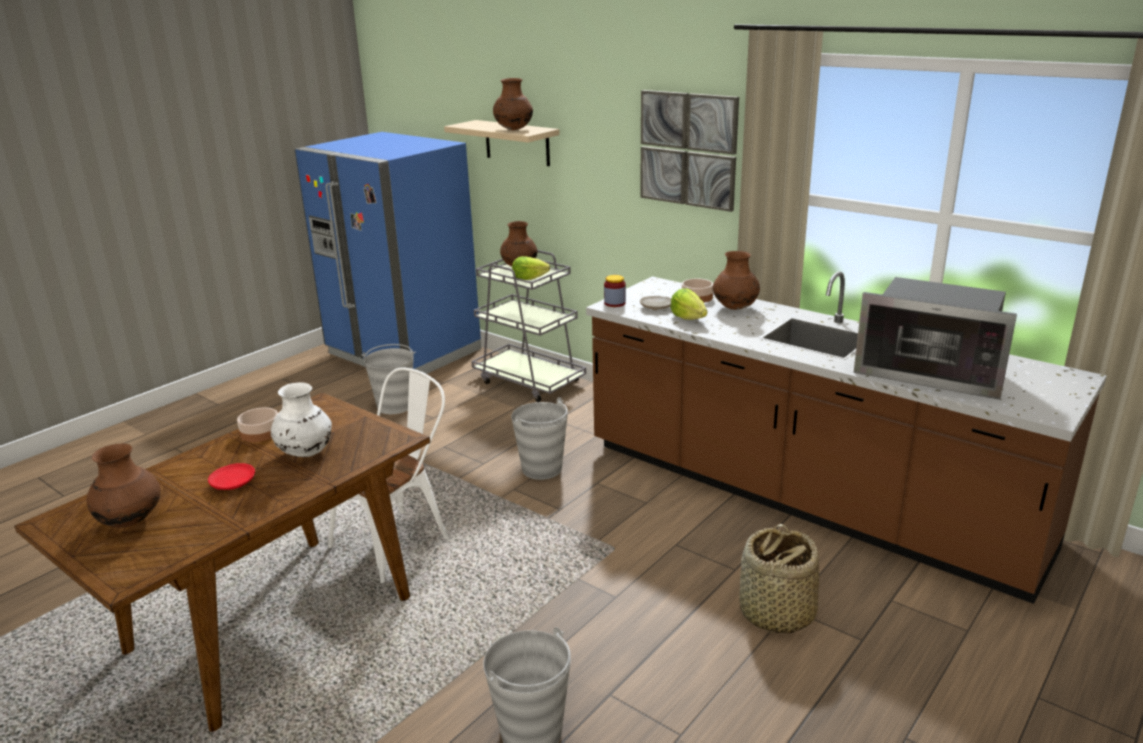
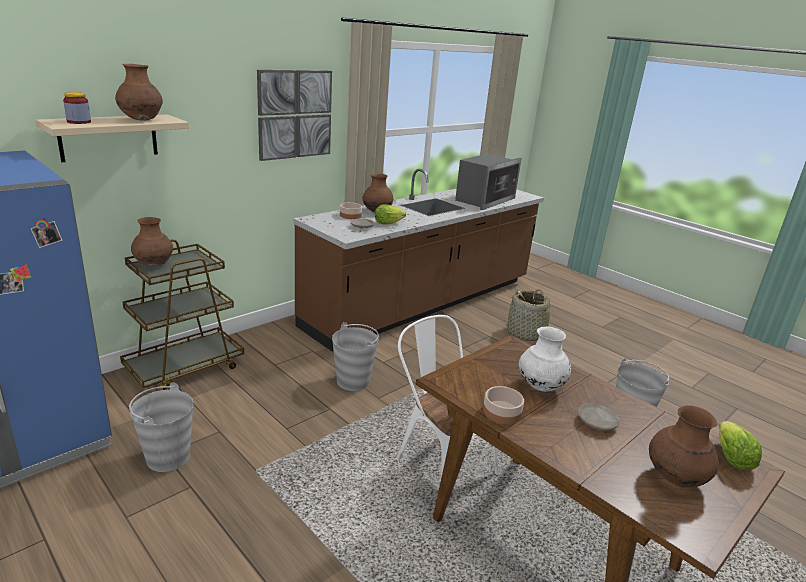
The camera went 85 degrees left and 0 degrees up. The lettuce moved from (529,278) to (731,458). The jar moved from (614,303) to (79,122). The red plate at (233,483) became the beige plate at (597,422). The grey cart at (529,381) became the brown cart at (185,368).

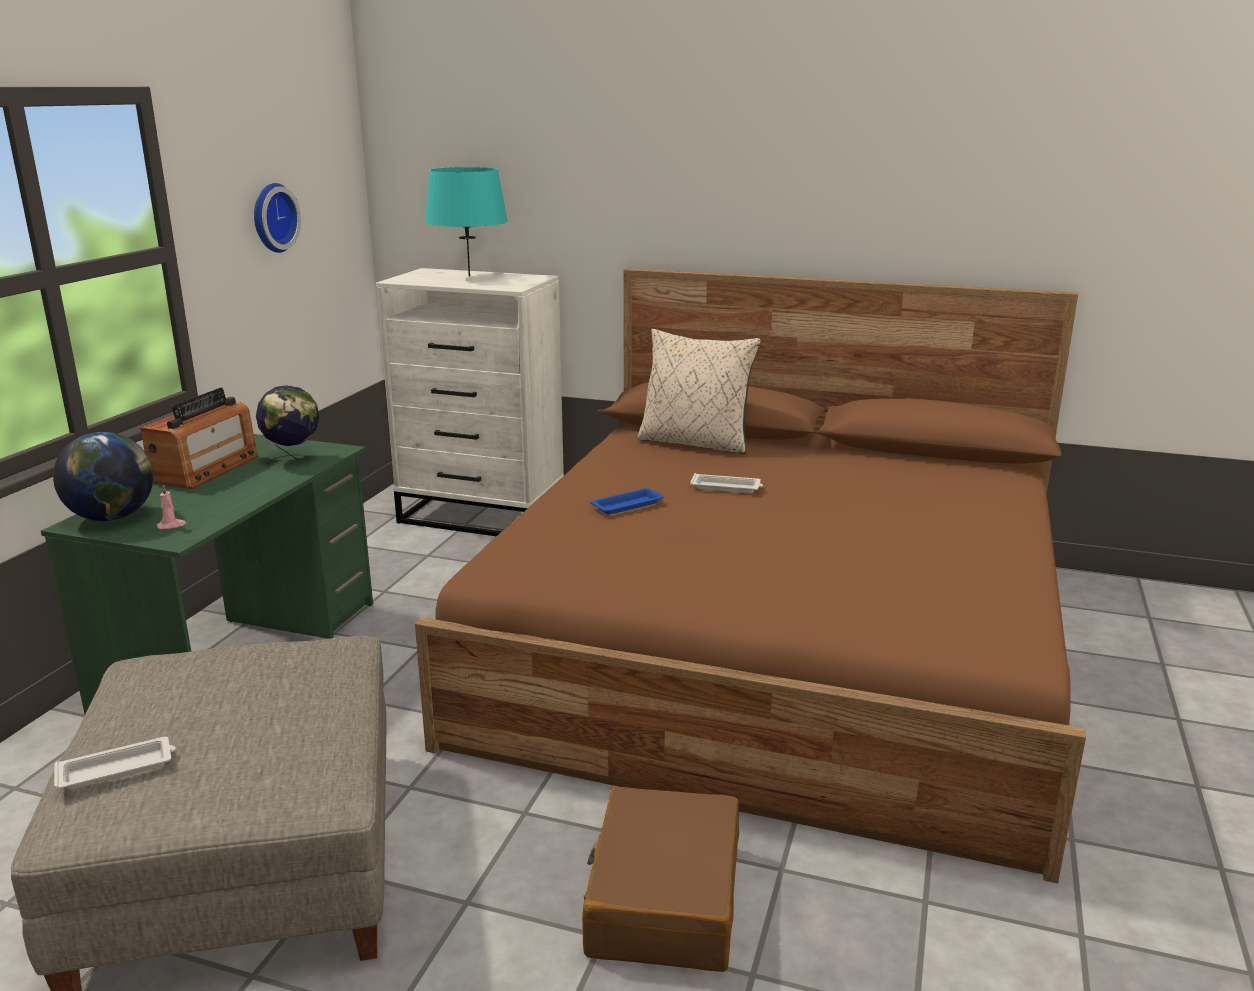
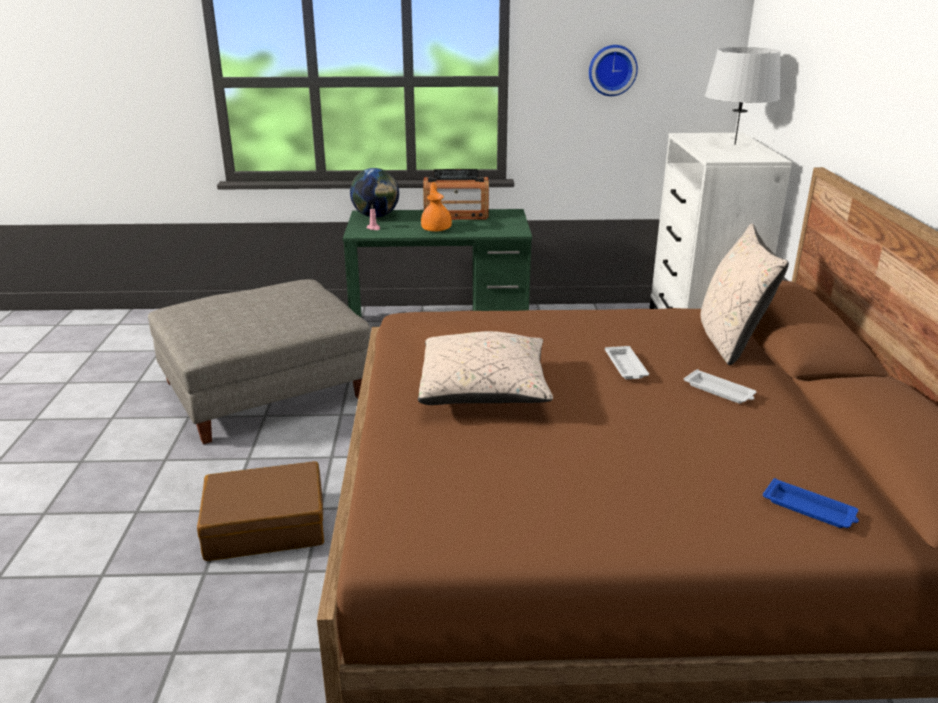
The camera went 70 degrees right and 5 degrees up. The globe at (293,460) disappeared. The beige pillow at (484,391) appeared. The orange teapot at (436,228) appeared. The white tray moved from (117,769) to (720,391). The blue tray moved from (628,505) to (810,509). The turquoise table lamp at (469,276) became the grey table lamp at (734,144).

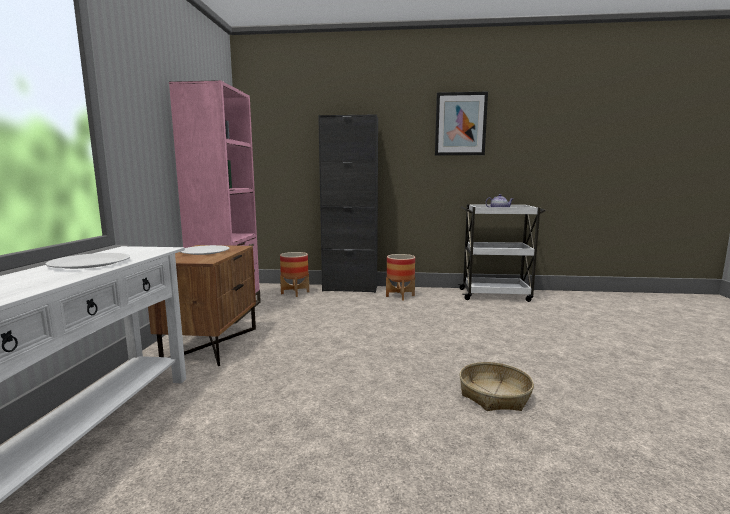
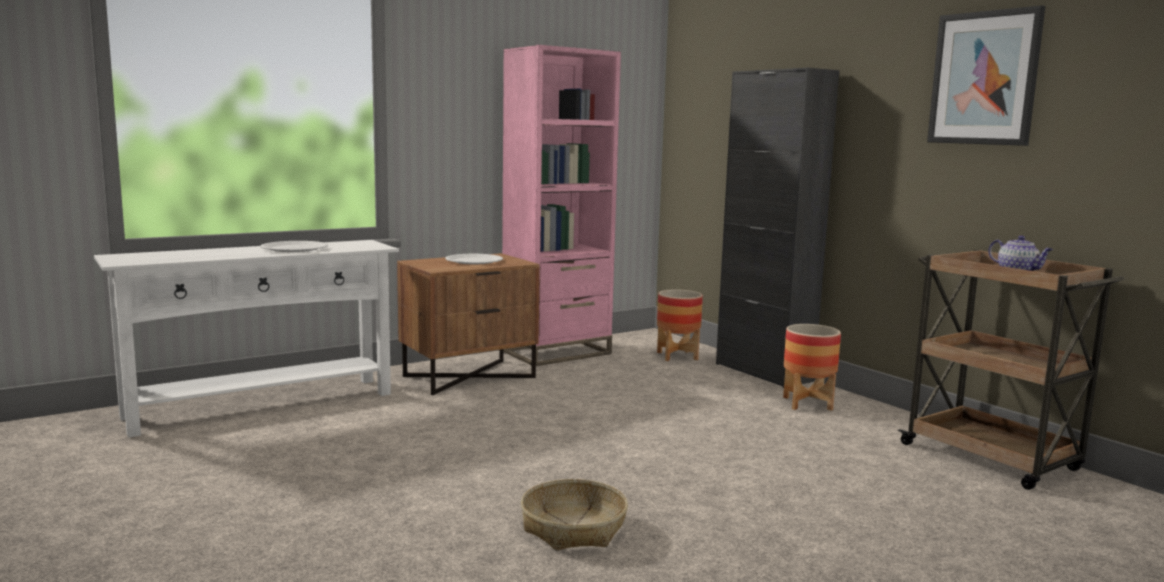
The camera went 50 degrees right and 0 degrees up. The white cart at (496,295) became the brown cart at (992,458).

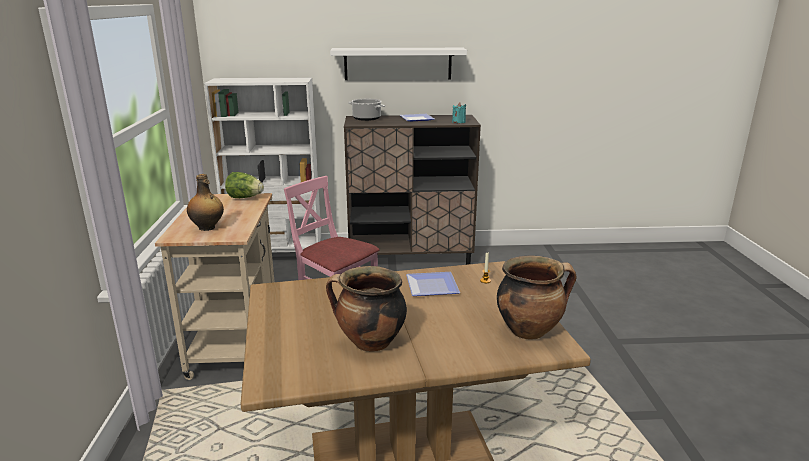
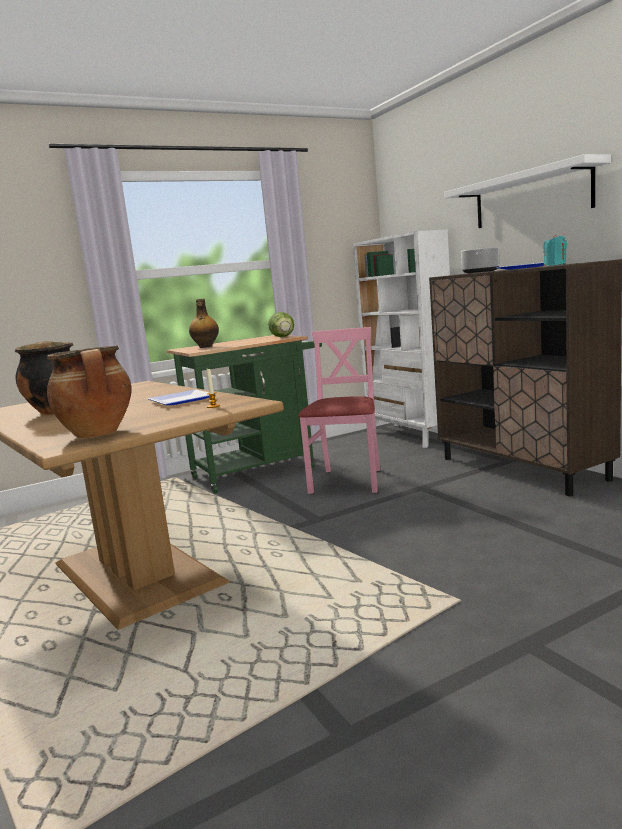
The camera went 65 degrees right and 10 degrees down. The beige cart at (237,339) became the green cart at (260,470).

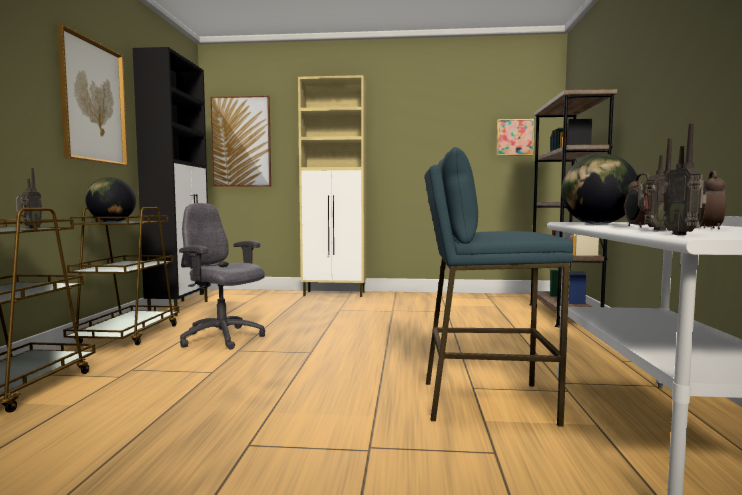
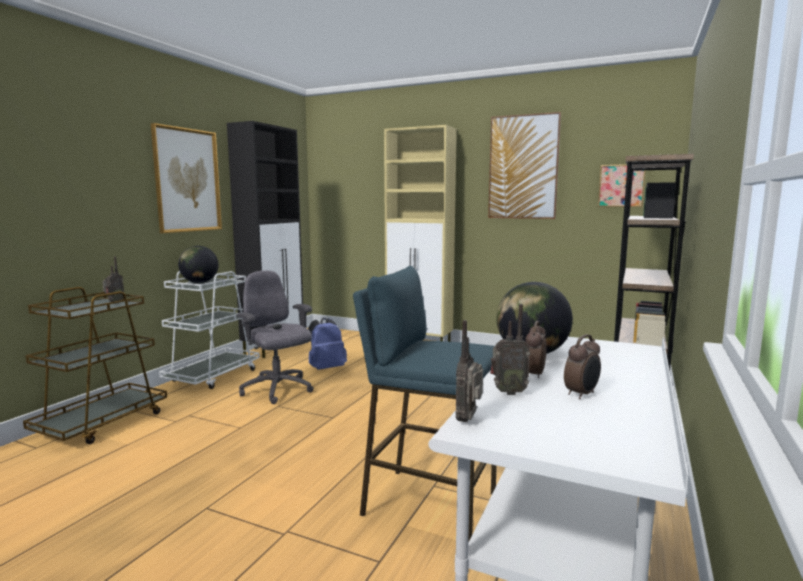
The camera went 20 degrees right and 5 degrees up. The blue backpack at (326,368) appeared. The picture moved from (241,142) to (523,167). The brown cart at (128,335) became the white cart at (213,376).

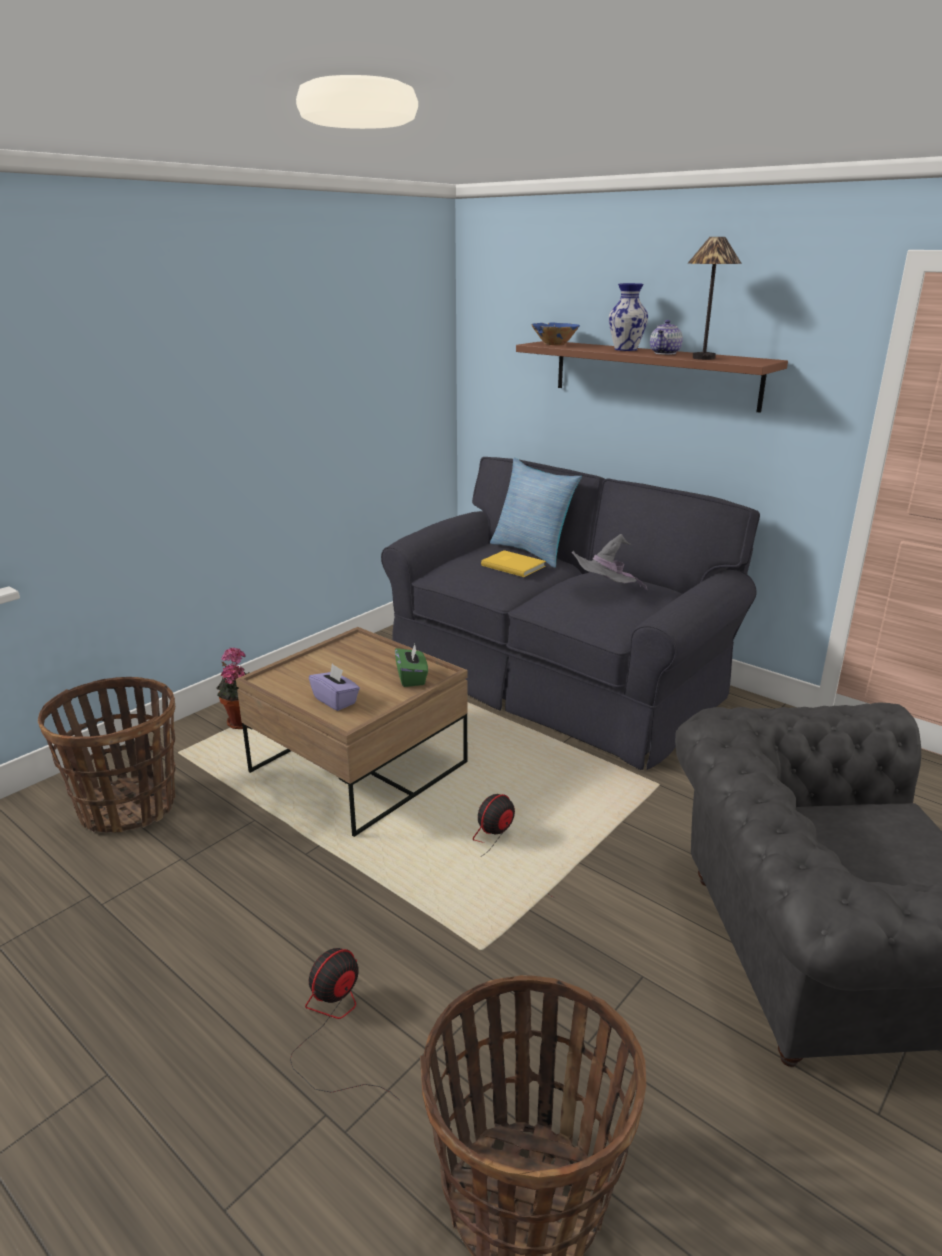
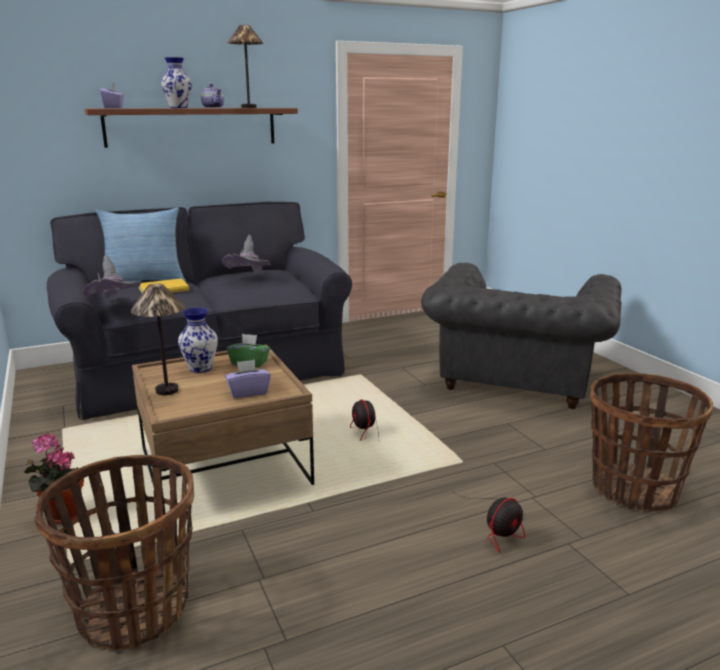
The camera went 65 degrees left and 5 degrees down. The grey hat at (114,308) appeared. The table lamp at (167,390) appeared. The vase at (201,368) appeared. The blue bowl at (554,344) was replaced by the purple tissue box at (114,108). The fan at (335,1026) turned 105 degrees counterclockwise.

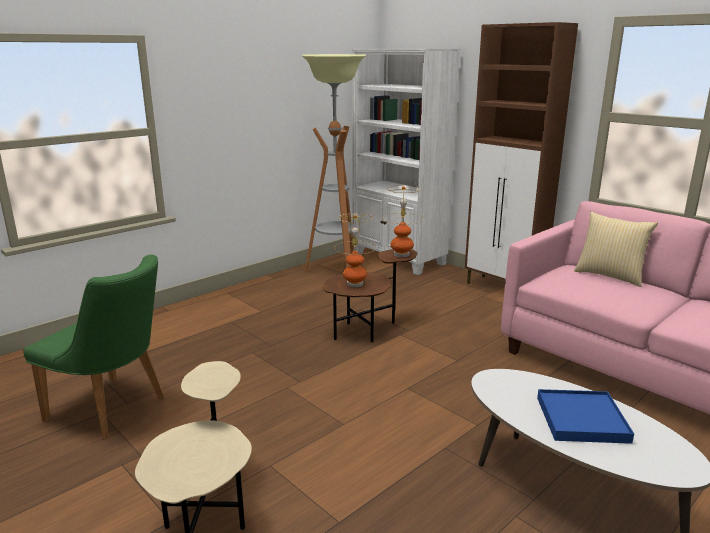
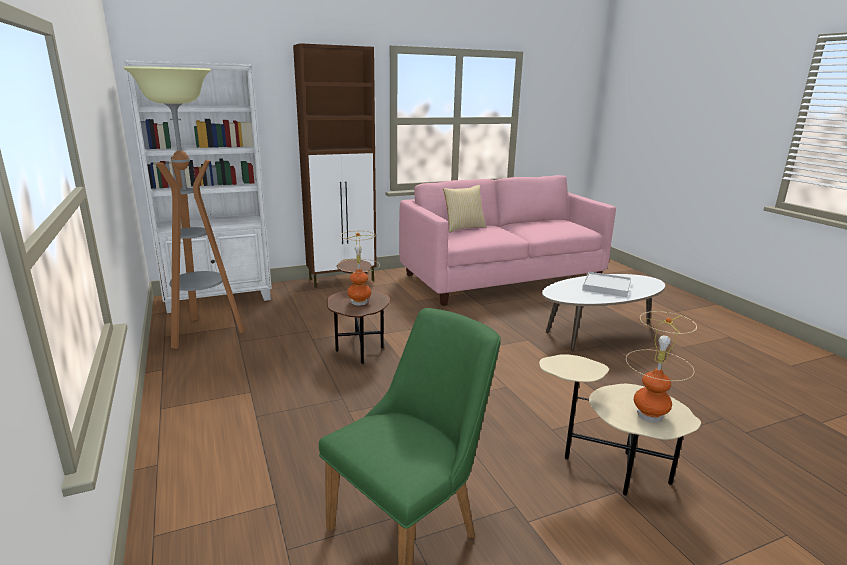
The camera went 70 degrees left and 0 degrees up. The table lamp moved from (402,254) to (650,415). The blue tray at (581,419) became the white tray at (606,287).

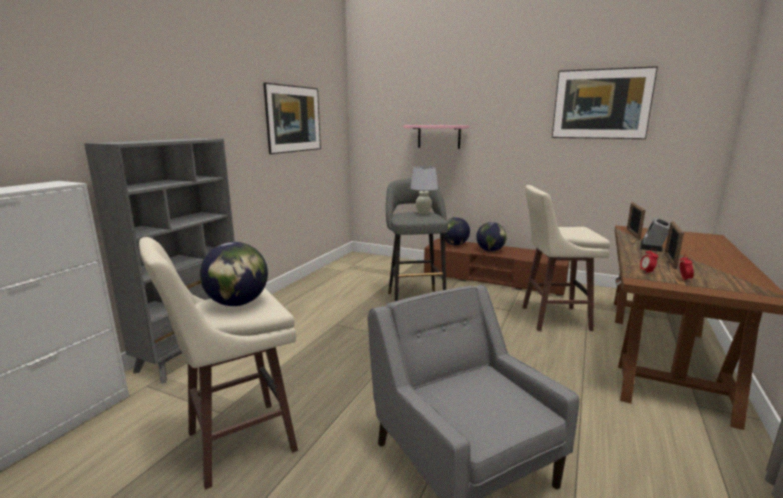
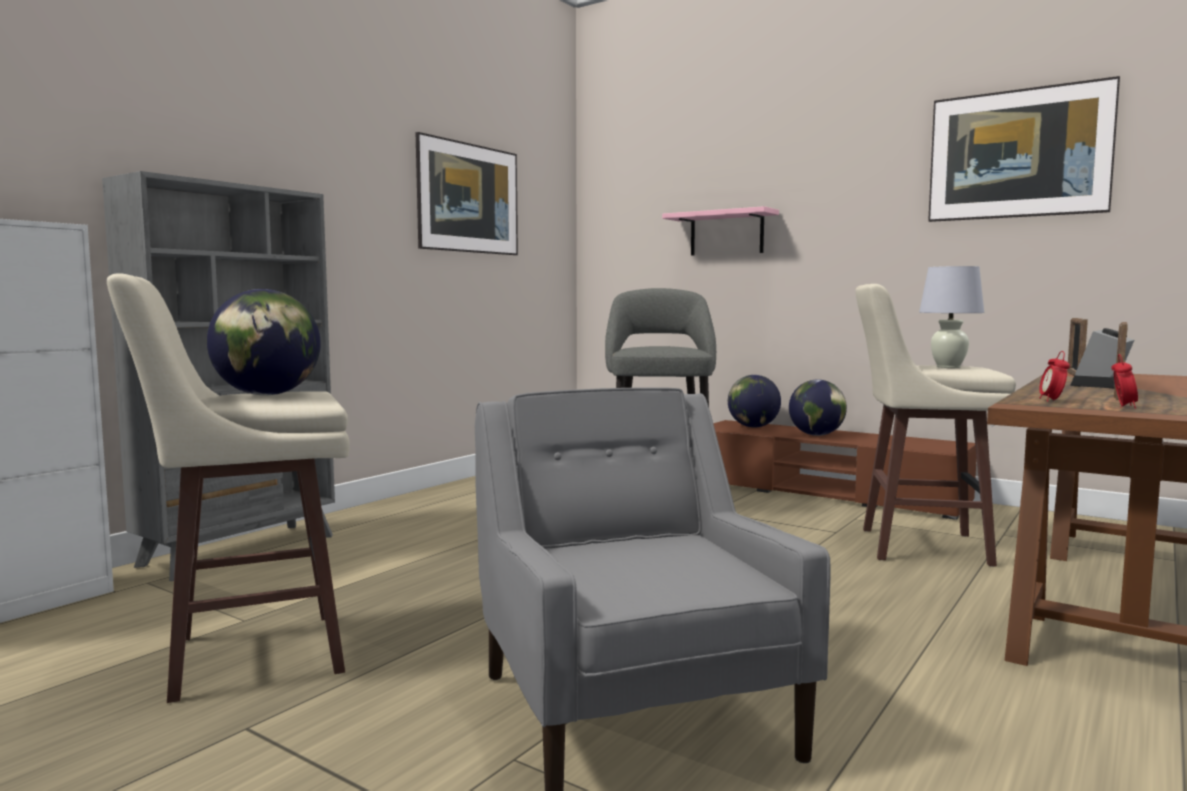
The camera went 10 degrees right and 10 degrees down. The white table lamp moved from (423,213) to (948,367).

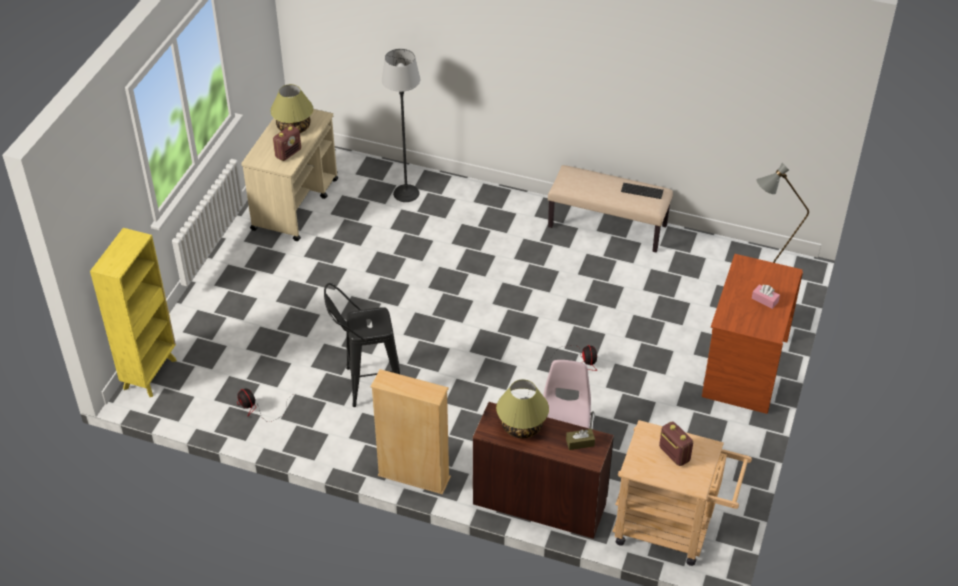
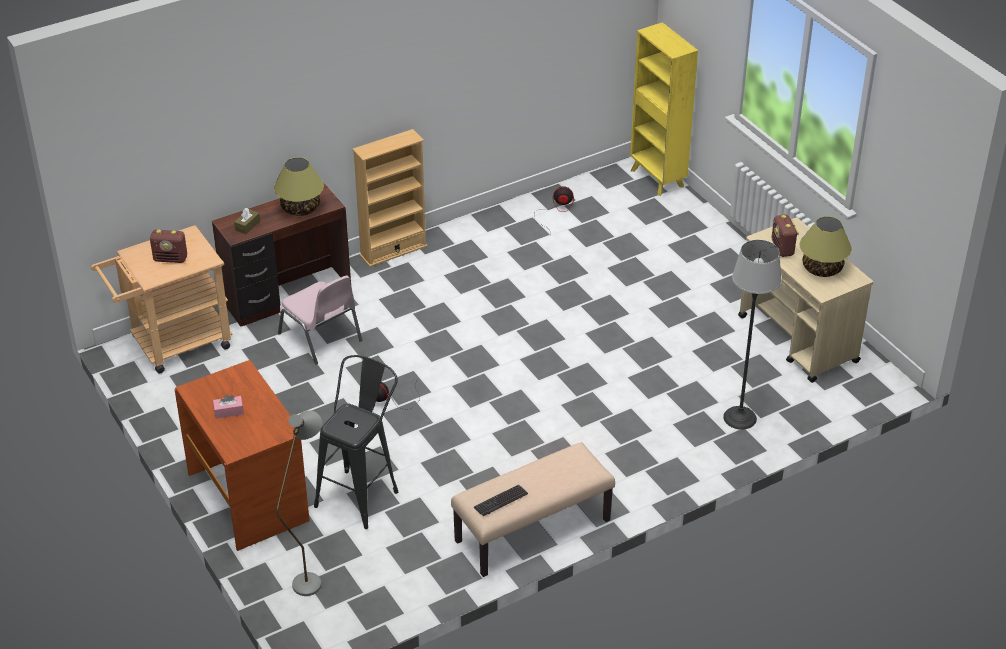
The camera went 130 degrees right and 5 degrees down. The black stool moved from (366,384) to (361,494).

